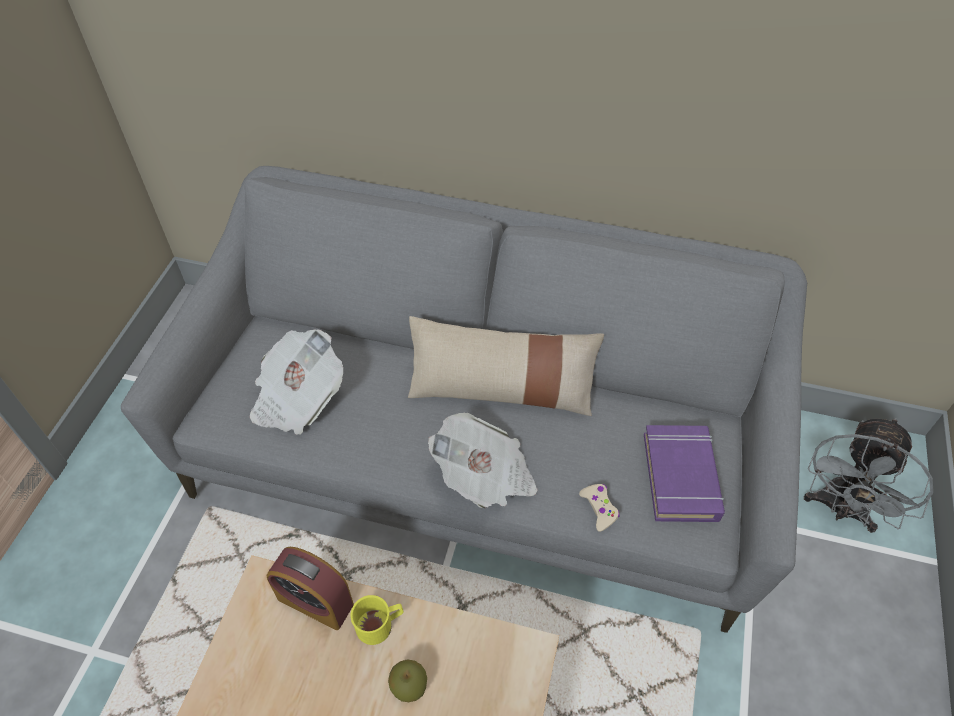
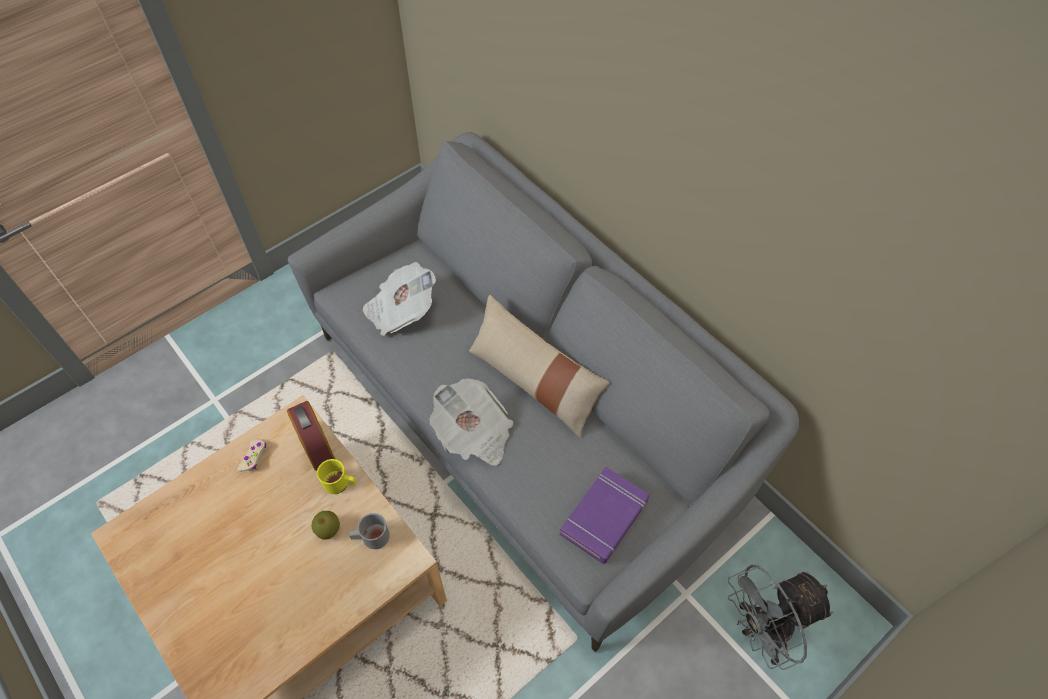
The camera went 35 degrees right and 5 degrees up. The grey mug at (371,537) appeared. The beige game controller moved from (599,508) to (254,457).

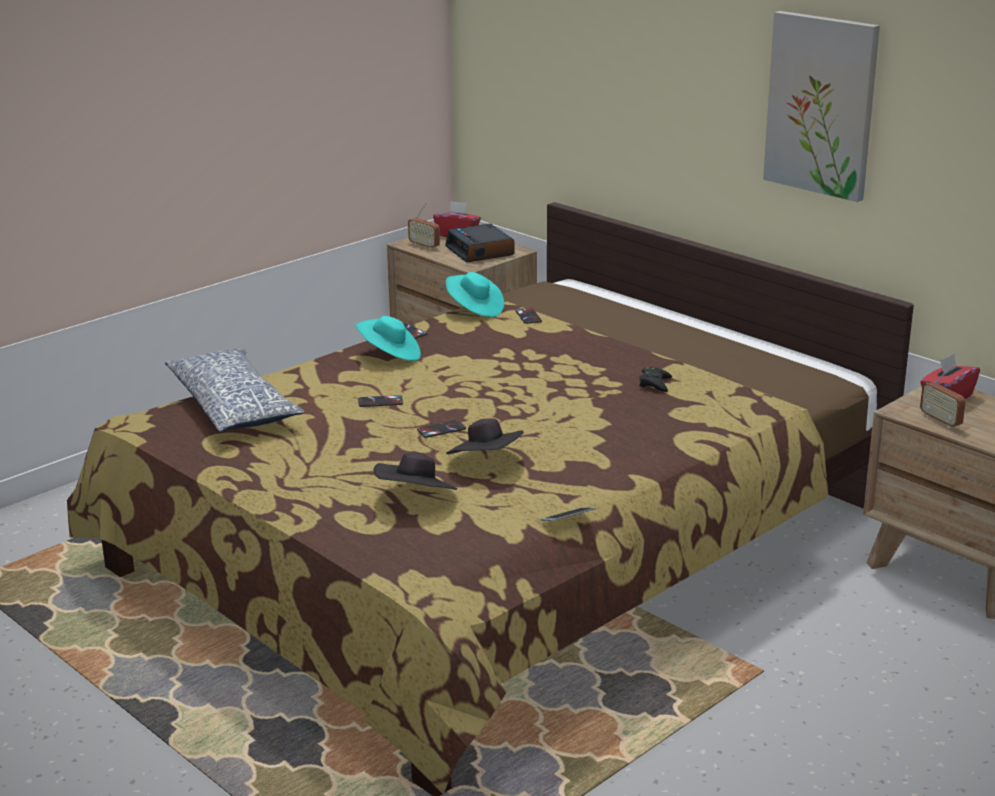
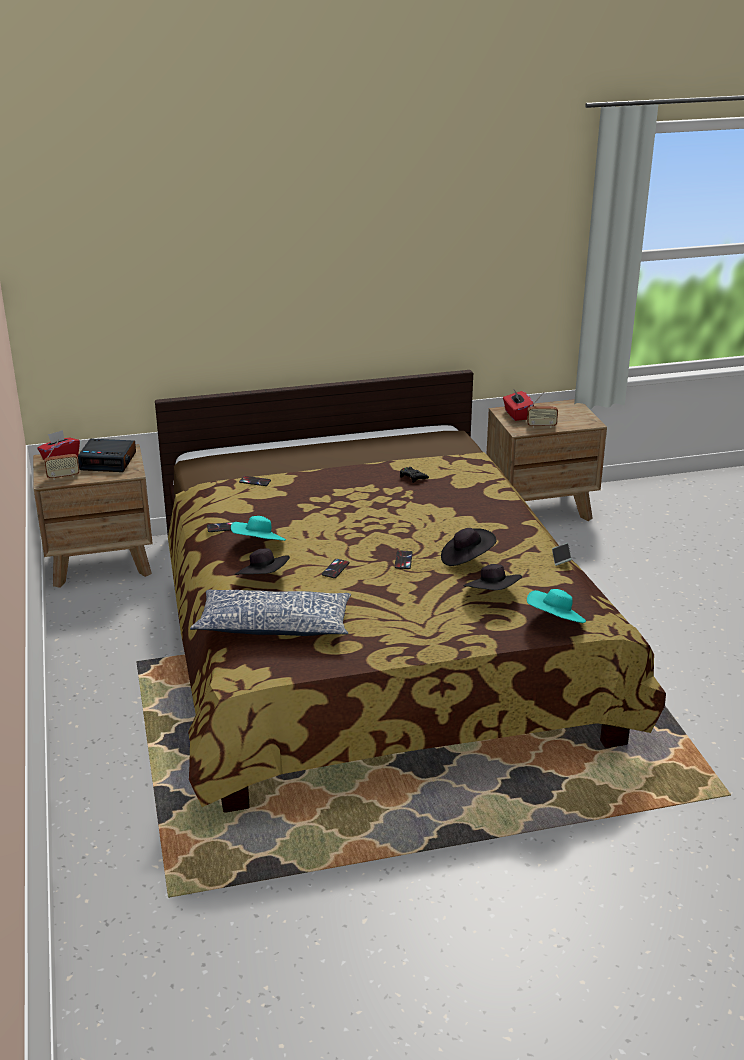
The camera went 60 degrees left and 5 degrees up. The picture at (821,105) disappeared. The black hat at (263,579) appeared. The turquoise hat moved from (474,309) to (555,621).

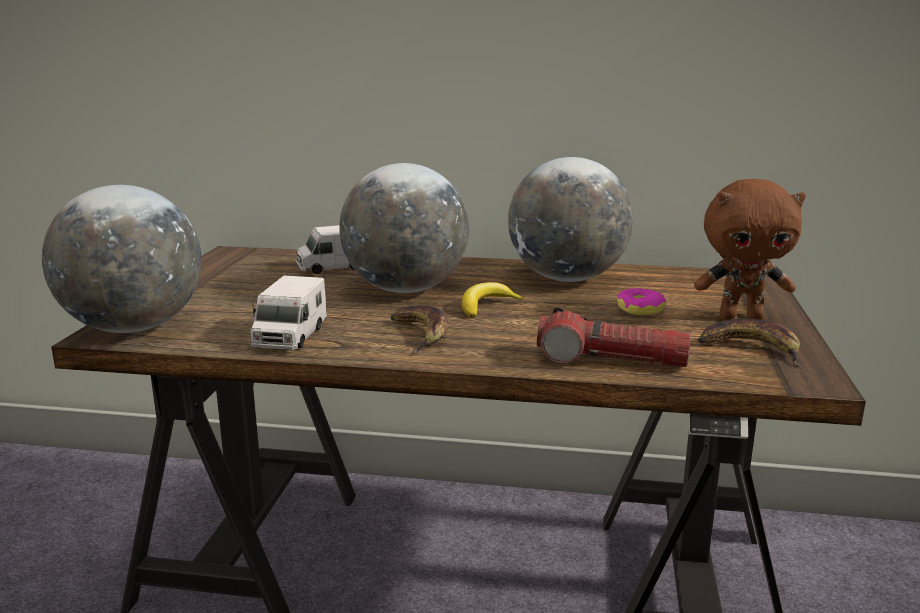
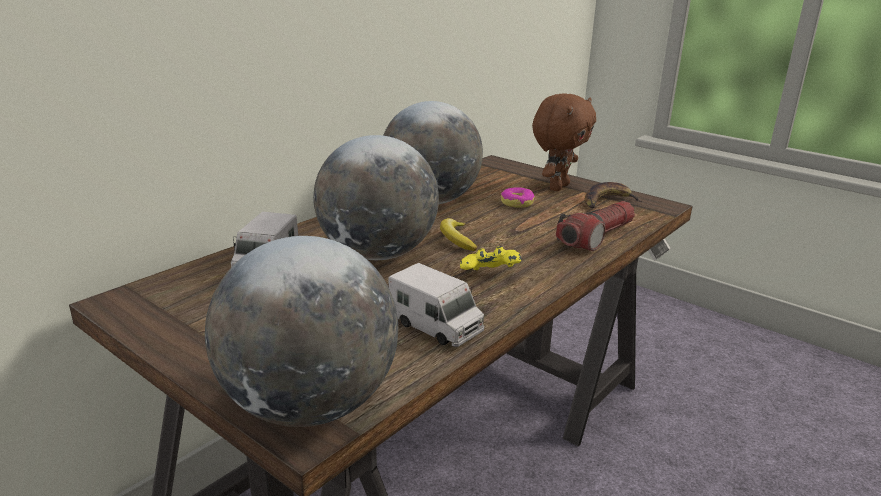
The camera went 60 degrees left and 5 degrees up. The banana at (421,334) was replaced by the yellow game controller at (490,276).

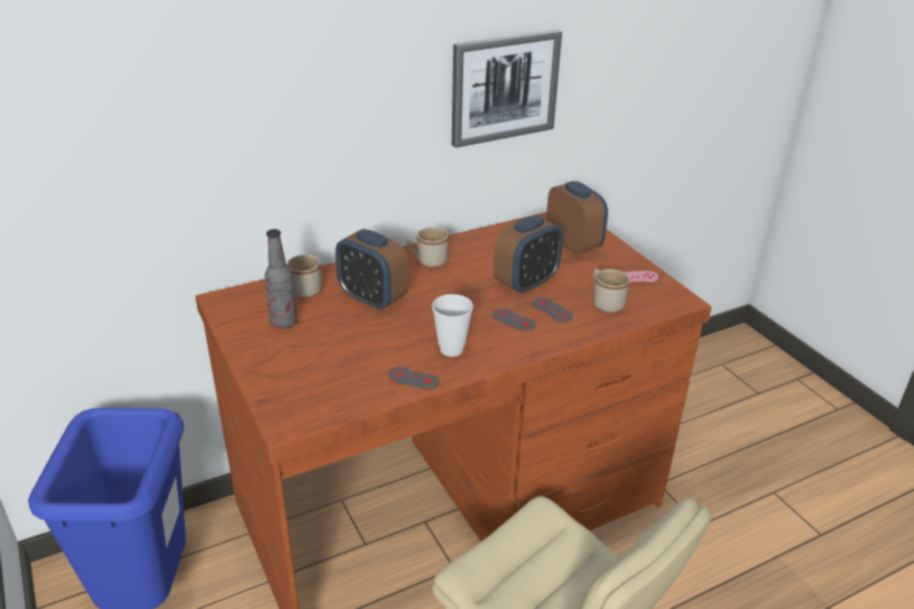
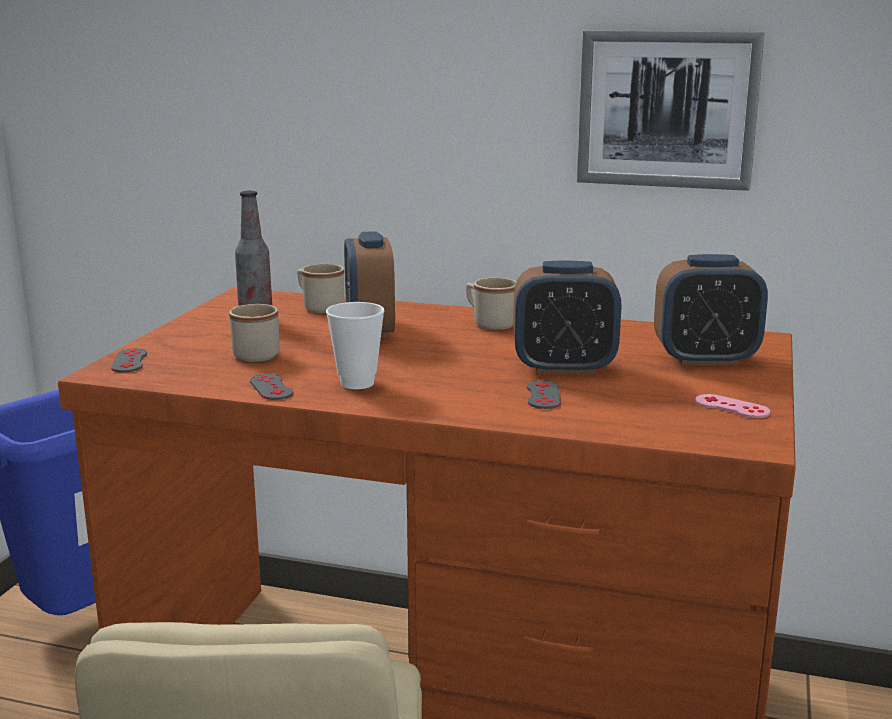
The camera went 45 degrees right and 15 degrees down. The grey game controller moved from (513,320) to (129,361). The beige mug moved from (605,302) to (259,353). The alarm clock at (573,244) turned 75 degrees clockwise.

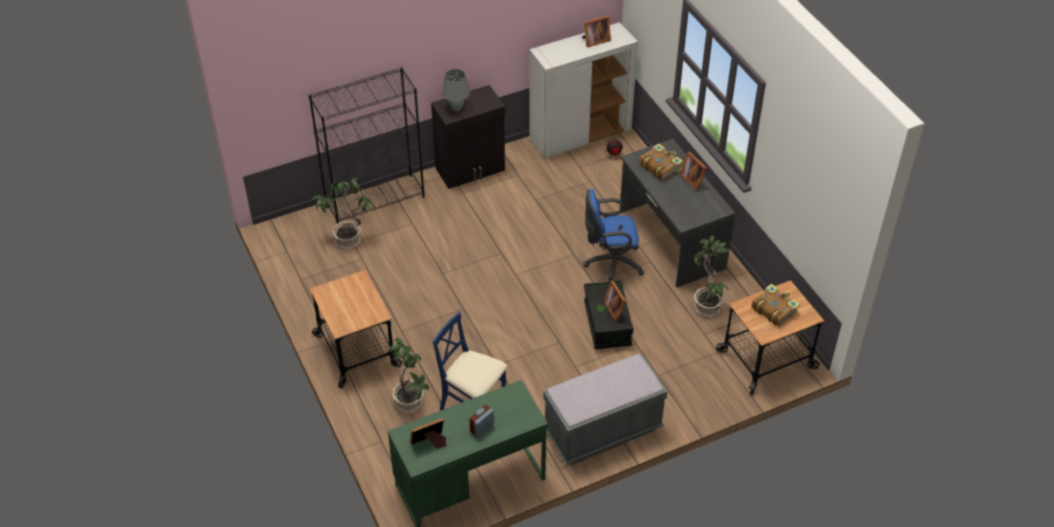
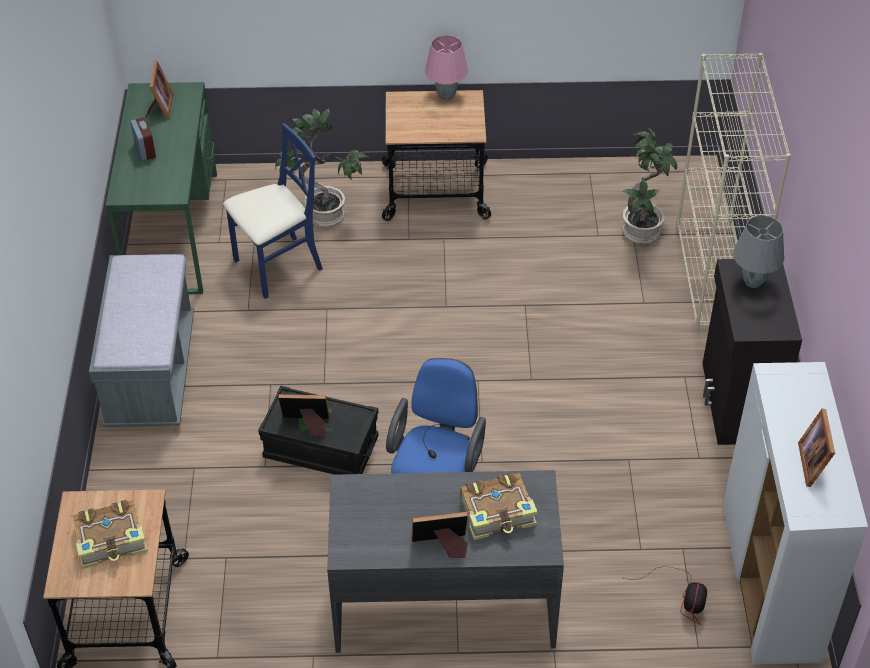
The camera went 115 degrees right and 0 degrees up. The potted plant at (705,306) disappeared. The pink table lamp at (446,96) appeared. The black bookcase at (375,199) became the beige bookcase at (713,278).

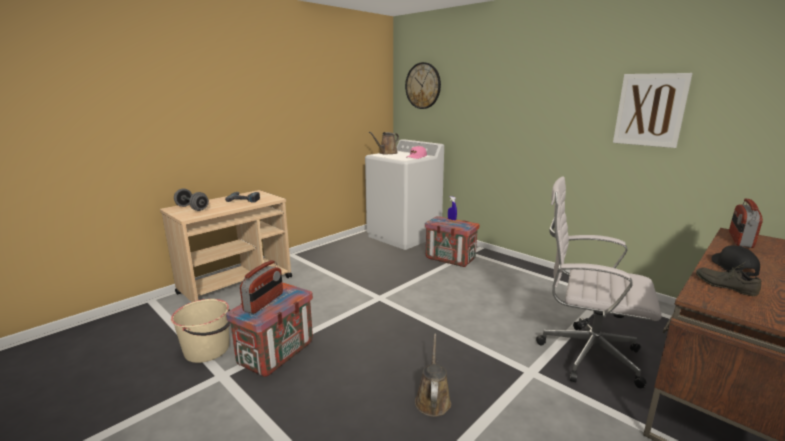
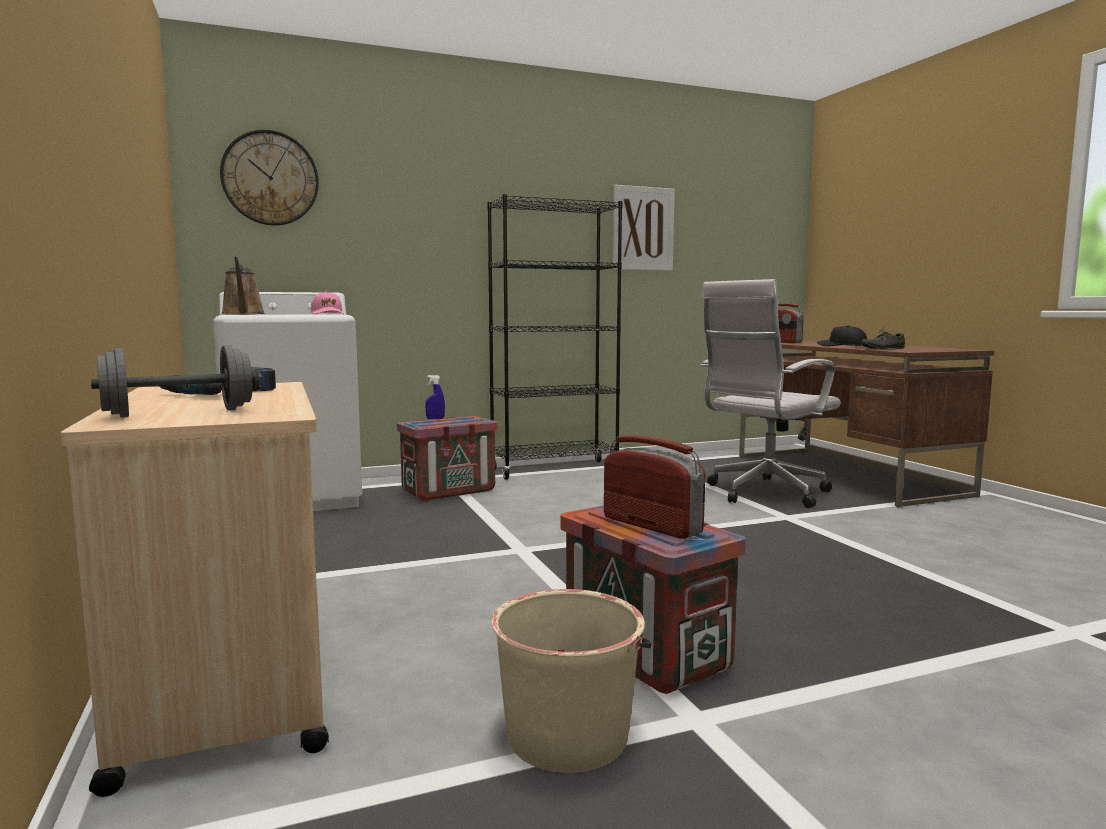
The camera went 65 degrees left and 10 degrees down. The brown watering can at (432,399) disappeared. The black bookcase at (554,470) appeared.

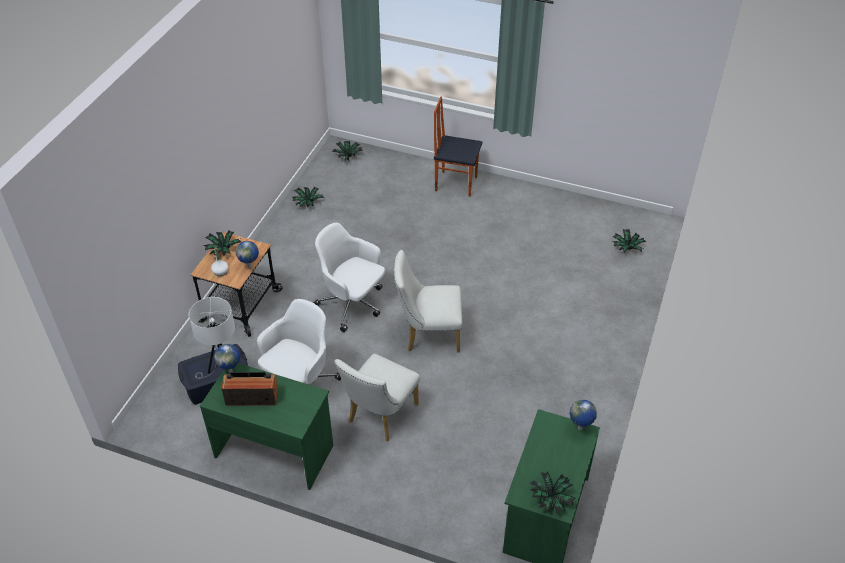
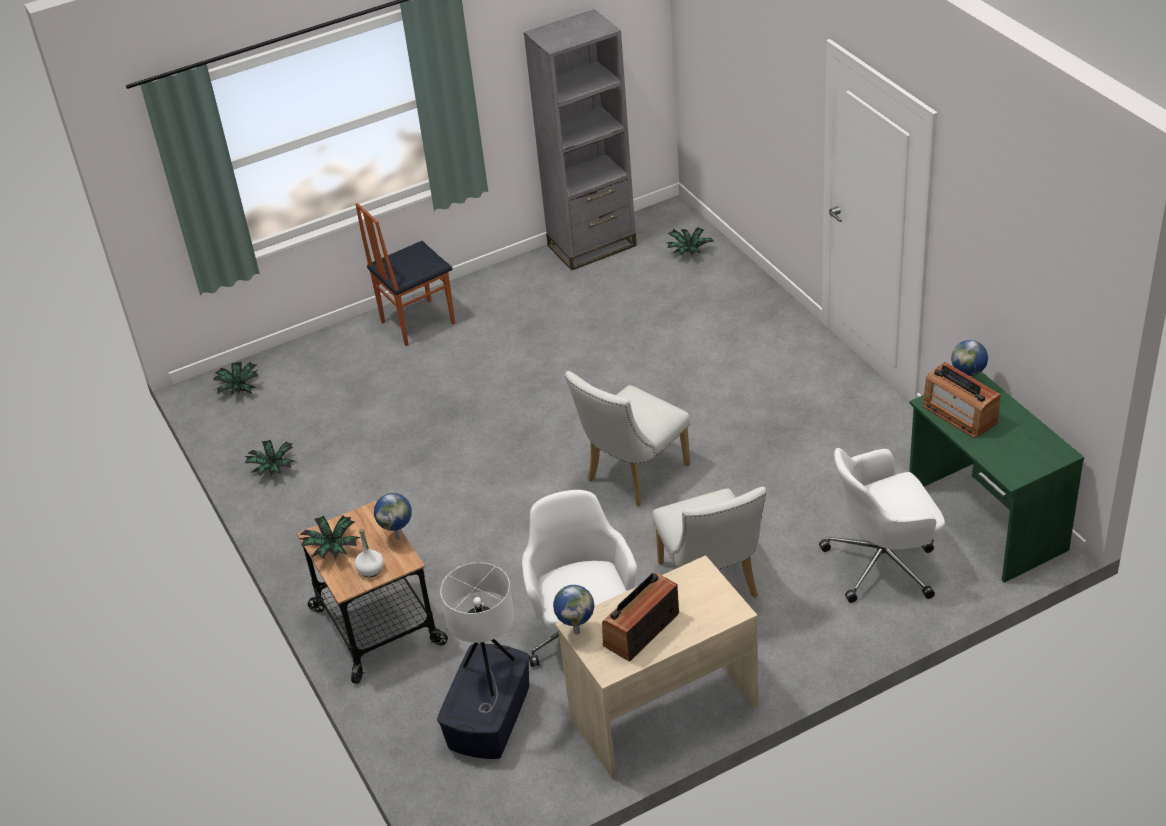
The camera went 45 degrees left and 5 degrees down. The potted plant at (551,499) disappeared. The grey bookcase at (592,246) appeared. The radio at (959,414) appeared. The white office chair moved from (352,304) to (884,563). The green desk at (274,450) became the beige desk at (662,711).

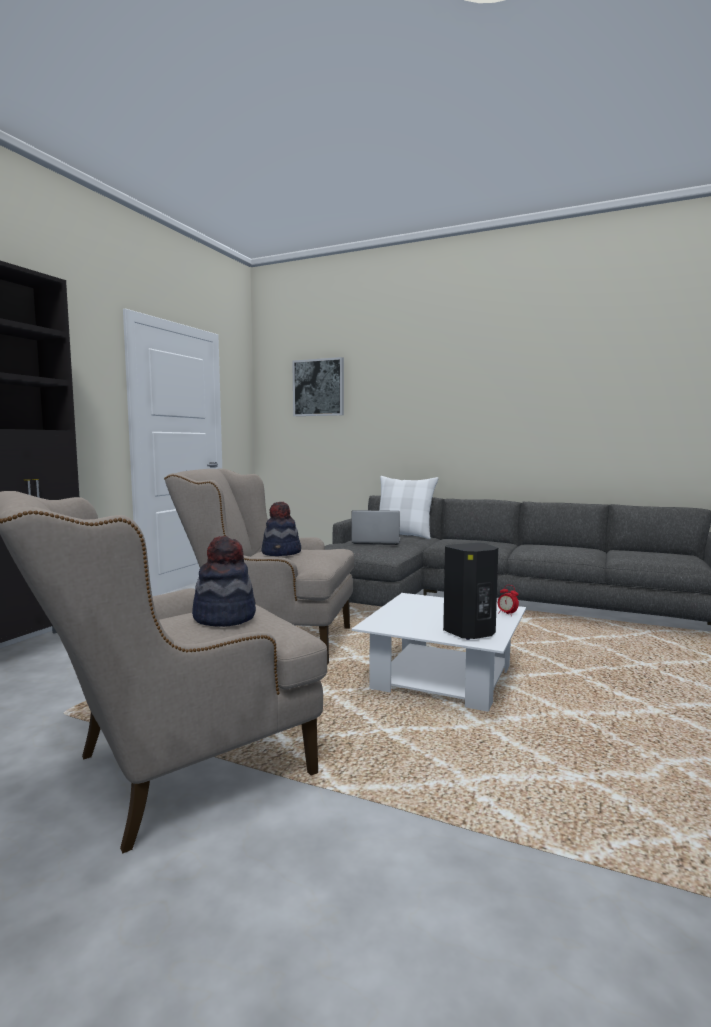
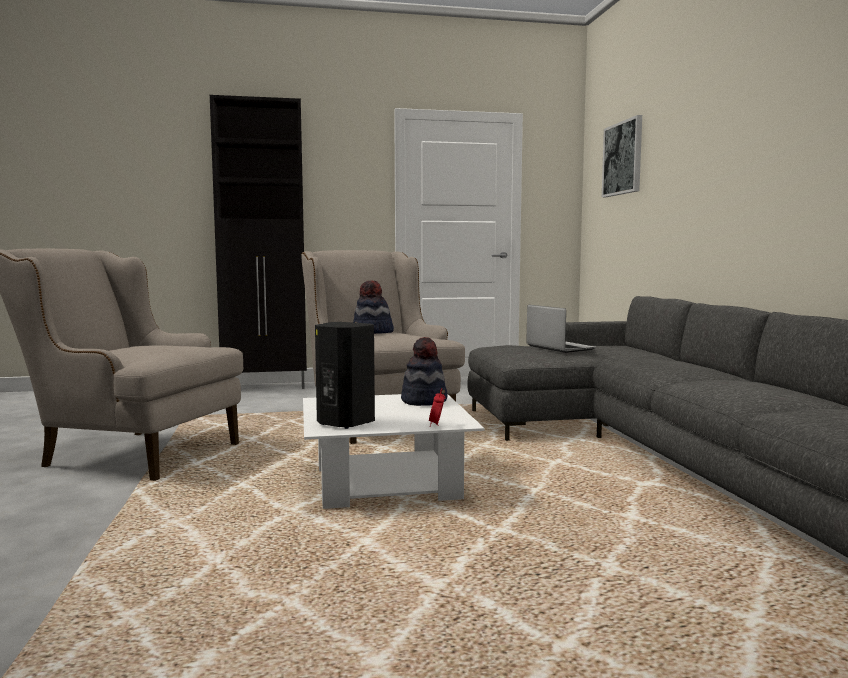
The camera went 55 degrees right and 0 degrees up. The white pillow at (403,535) disappeared. The hat moved from (224,617) to (424,401).

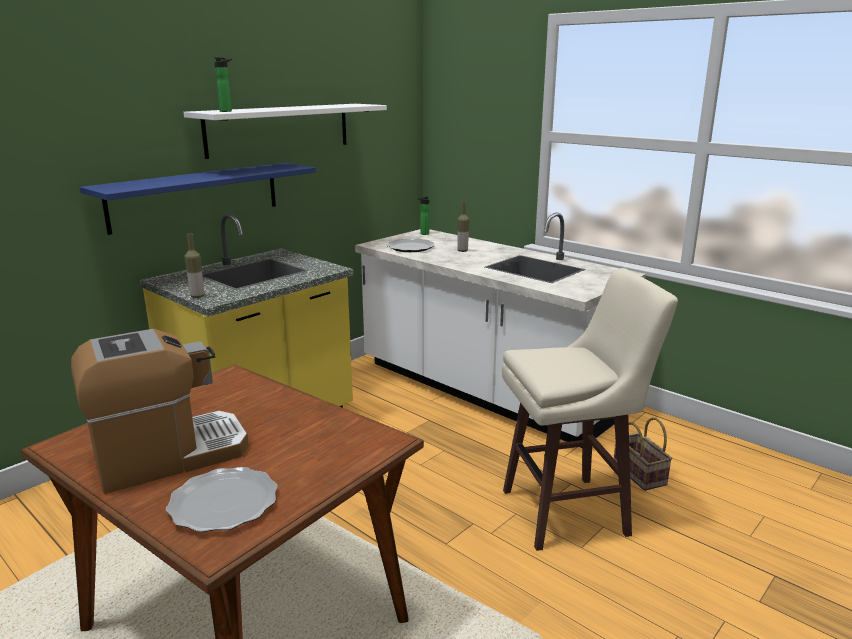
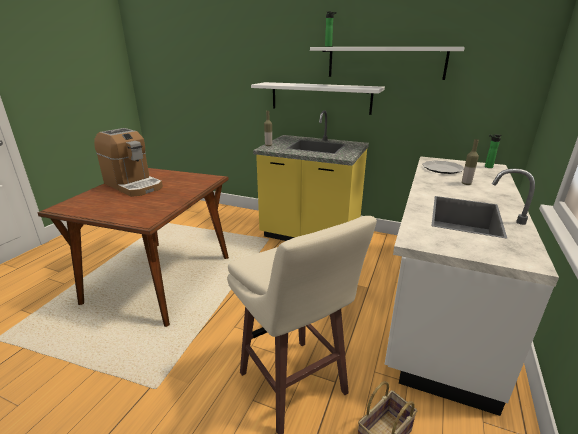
The camera went 70 degrees right and 5 degrees up. The plate at (224,503) disappeared. The blue shelf at (196,196) became the white shelf at (320,97).

